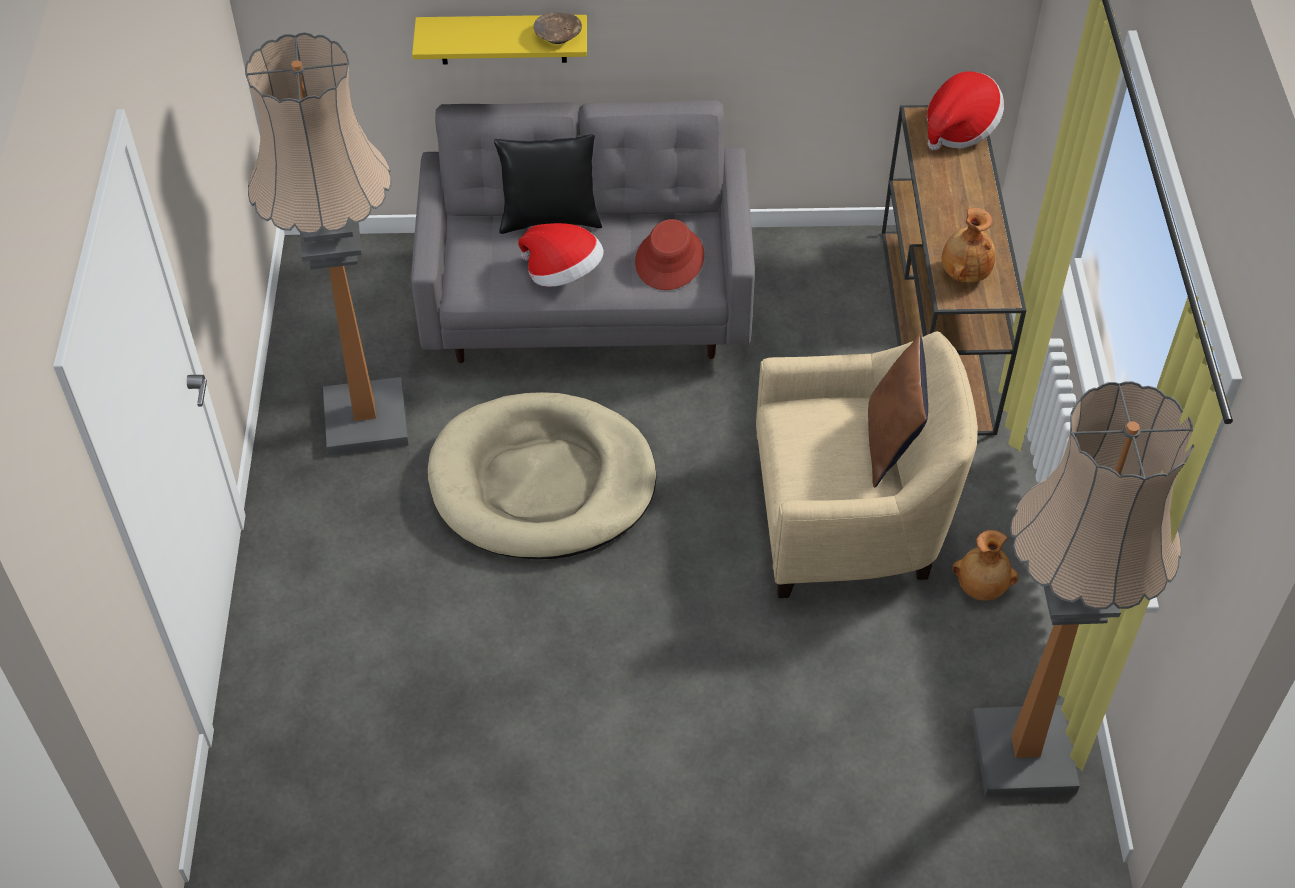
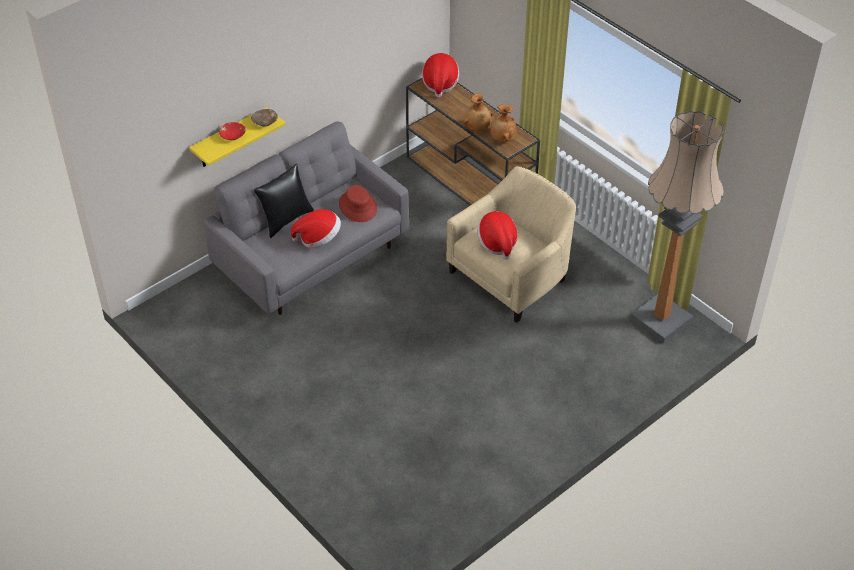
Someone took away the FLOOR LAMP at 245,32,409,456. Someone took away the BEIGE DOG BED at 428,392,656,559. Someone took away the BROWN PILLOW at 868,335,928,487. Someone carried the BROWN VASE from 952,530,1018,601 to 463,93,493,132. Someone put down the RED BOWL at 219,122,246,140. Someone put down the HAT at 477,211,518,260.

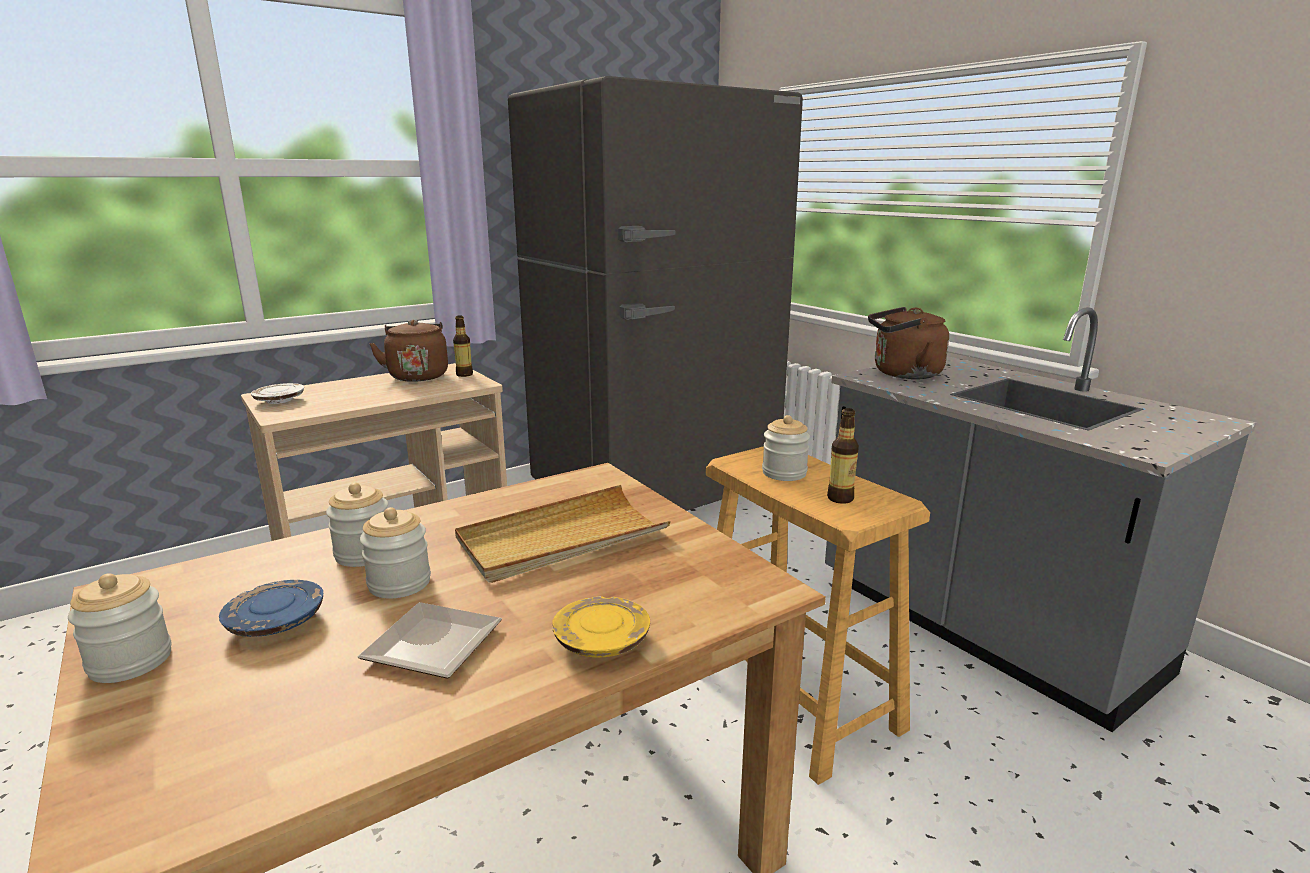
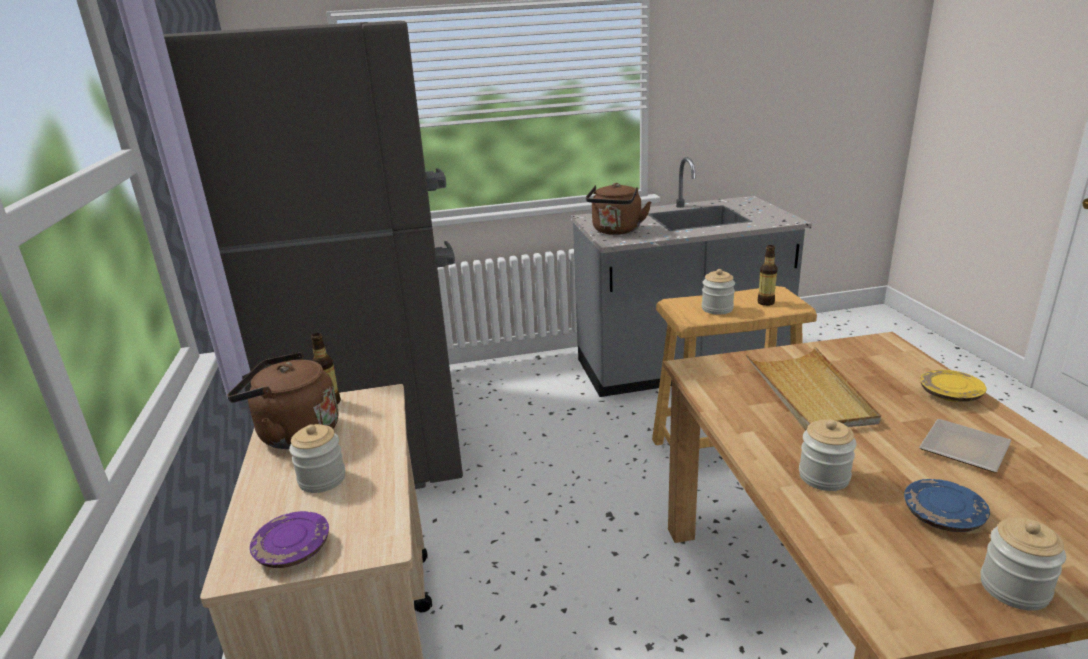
Someone repainted the WHITE PLATE at 251,383,304,404, which became the PURPLE PLATE at 250,511,329,568. Someone carried the JAR from 360,507,431,599 to 289,424,345,493.

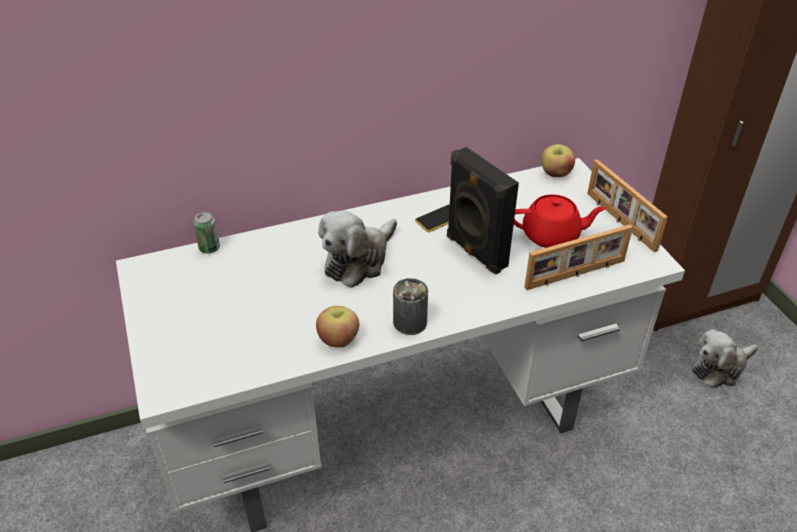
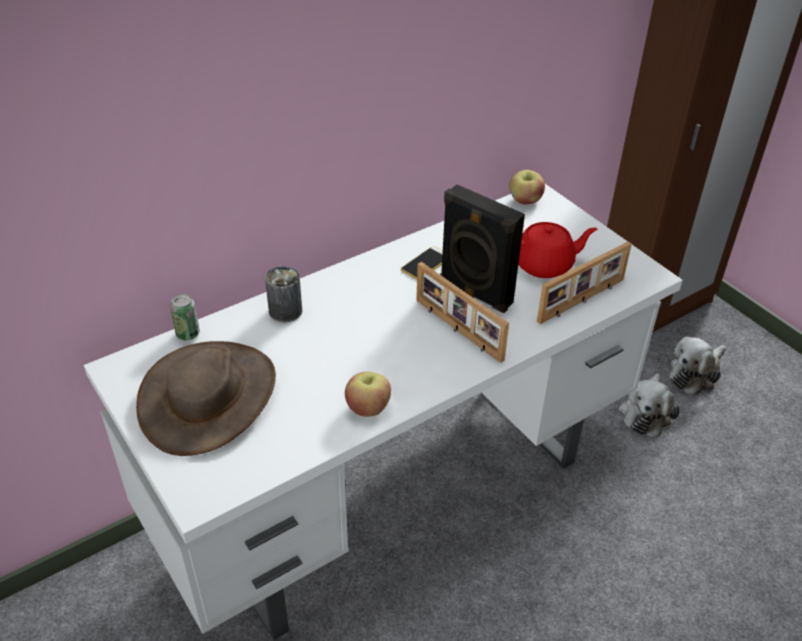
Someone carried the PLUSH TOY from 318,211,397,288 to 619,373,680,438. Someone carried the CAN from 393,278,428,335 to 265,266,302,322. Someone carried the PICTURE FRAME from 587,159,668,252 to 416,262,509,363. Someone put down the BROWN HAT at 136,341,276,456.

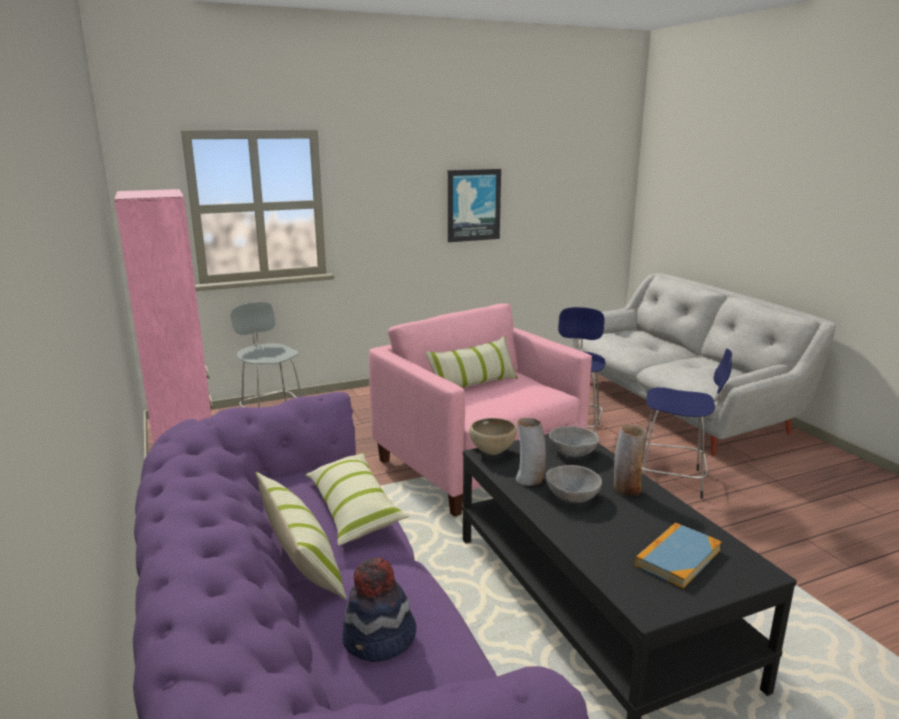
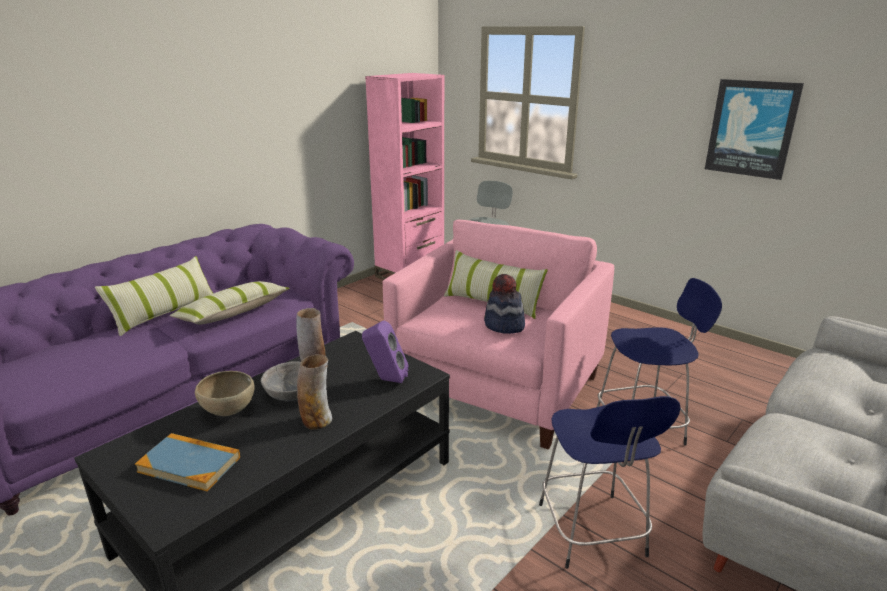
Someone carried the HAT from 342,557,416,662 to 484,274,525,334. Someone carried the BROWN BOWL from 469,418,517,455 to 195,371,255,416. Someone swapped the GREY BOWL at 549,426,599,457 for the PURPLE SPEAKER at 362,320,408,383.

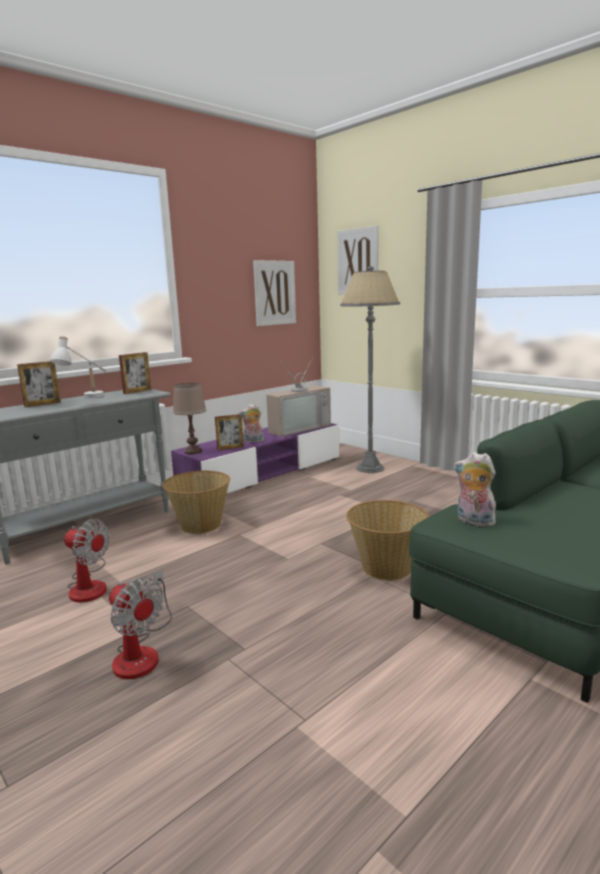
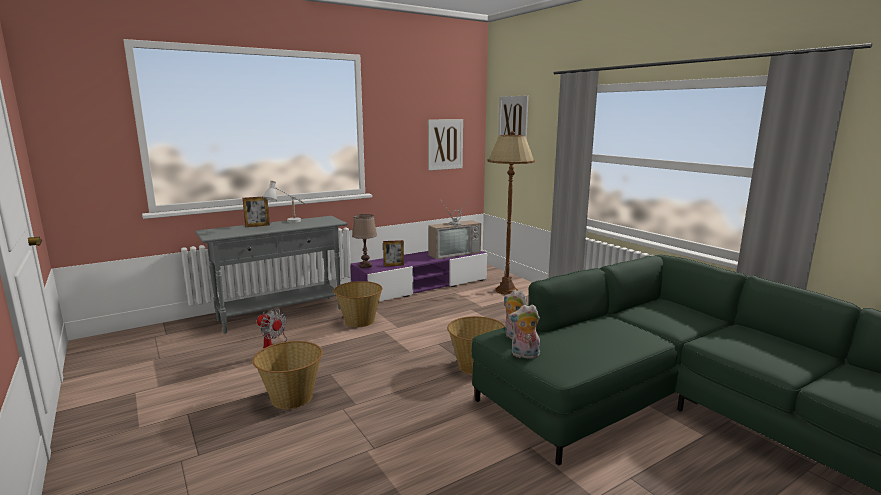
Someone swapped the FAN at 109,569,172,679 for the BASKET at 252,341,323,409. Someone took away the PICTURE FRAME at 119,352,151,394. Someone carried the PLUSH TOY from 239,404,264,443 to 508,304,540,359. Someone repainted the GREY FLOOR LAMP at 340,266,400,473, which became the BROWN FLOOR LAMP at 487,131,535,295.

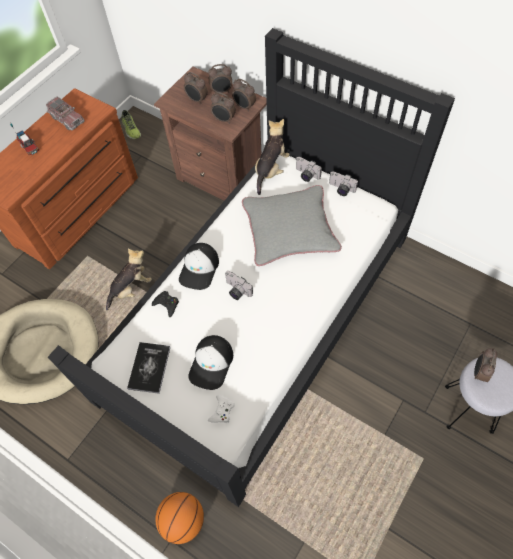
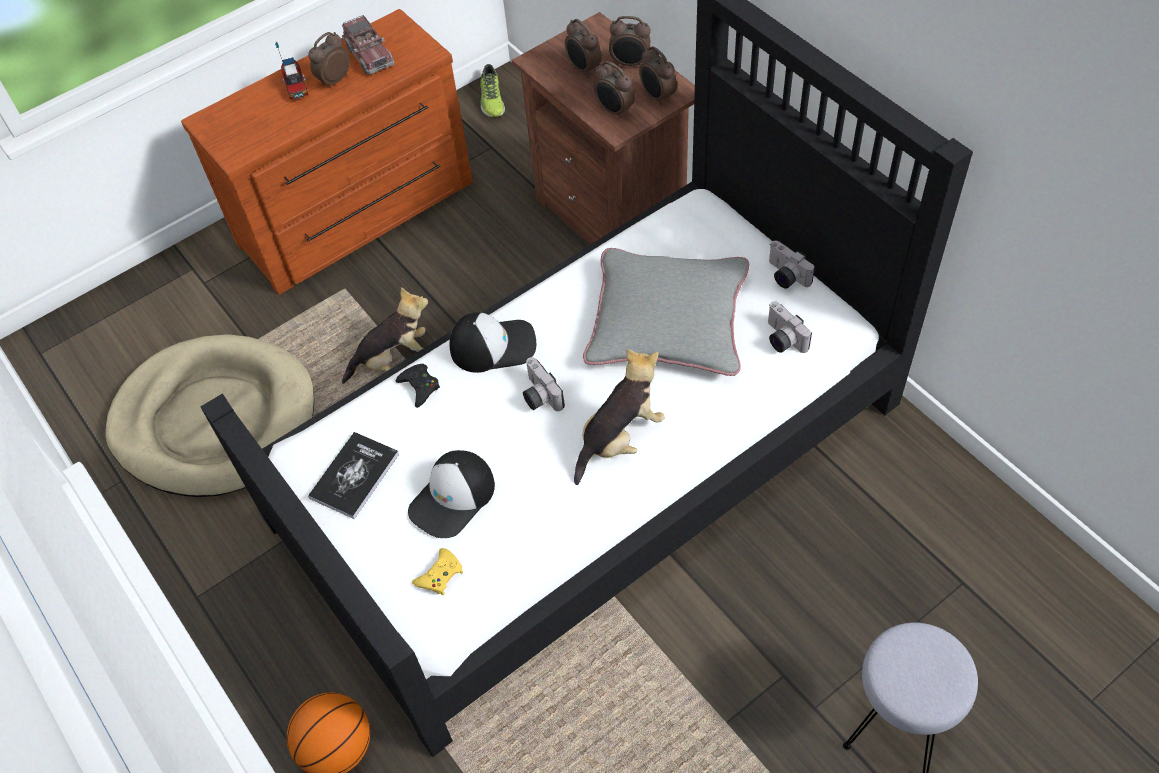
Someone rotated the CAP at 179,243,219,290 by 135 degrees counterclockwise. Someone repainted the WHITE GAME CONTROLLER at 208,395,235,423, which became the YELLOW GAME CONTROLLER at 412,548,463,595. Someone carried the PLUSH TOY from 255,119,290,195 to 574,349,665,485. Someone carried the PHOTO CAMERA from 296,157,322,182 to 768,301,812,353. Someone carried the ALARM CLOCK from 474,348,498,382 to 308,32,350,88.

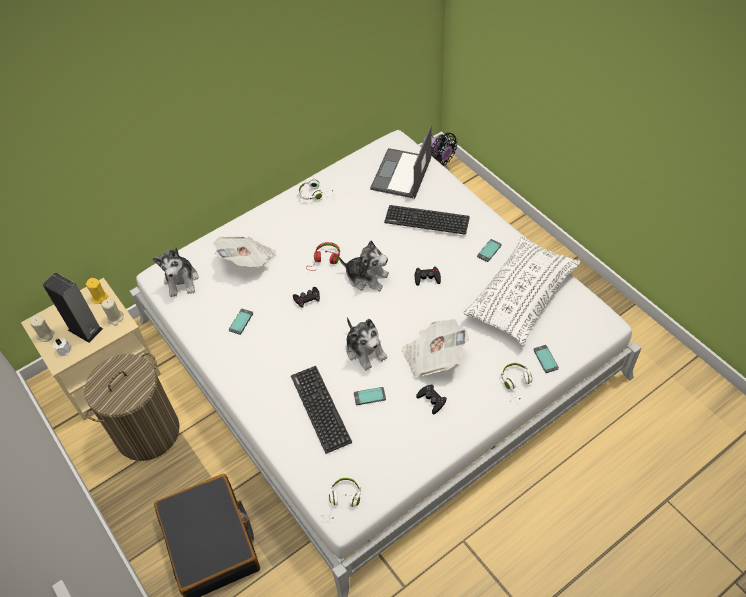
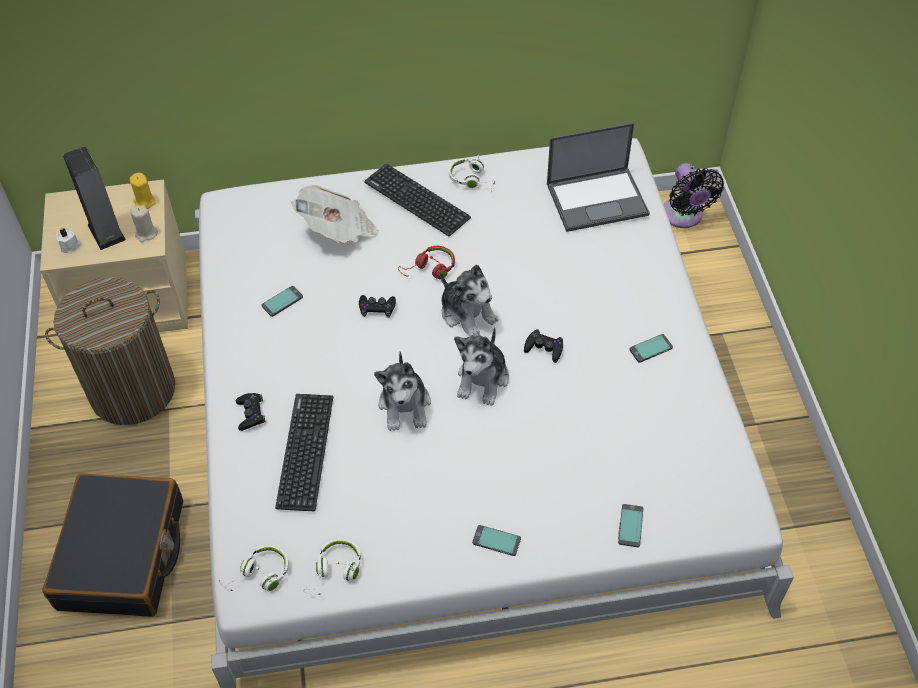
Someone took away the BEIGE CANDLE at 30,316,55,342. Someone carried the PLUSH TOY from 152,246,198,297 to 454,327,509,406. Someone carried the PHONE from 354,387,386,405 to 472,525,521,556. Someone rotated the LAPTOP at 370,126,432,199 by 150 degrees counterclockwise. Someone carried the KEYBOARD from 384,205,470,234 to 364,164,471,236. Someone took away the NEWSPAPER at 402,319,469,376. Someone carried the BLACK GAME CONTROLLER from 416,384,447,414 to 236,393,266,431. Someone took away the WHITE PILLOW at 463,235,580,345. Someone carried the WHITE HEADPHONES from 501,362,532,402 to 303,539,361,595.

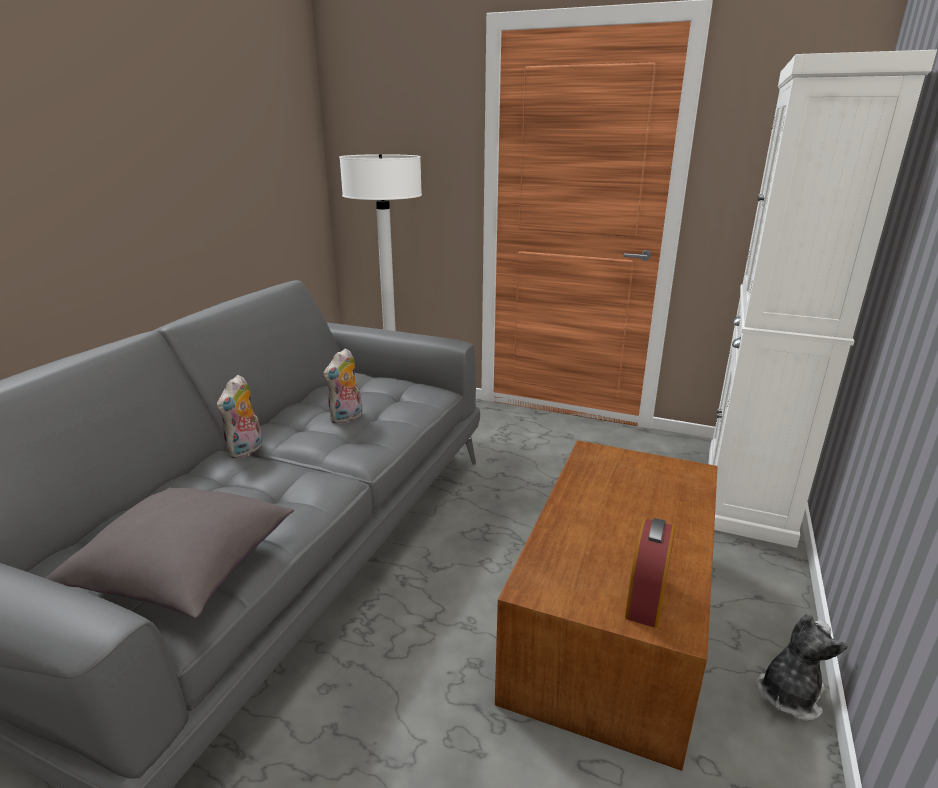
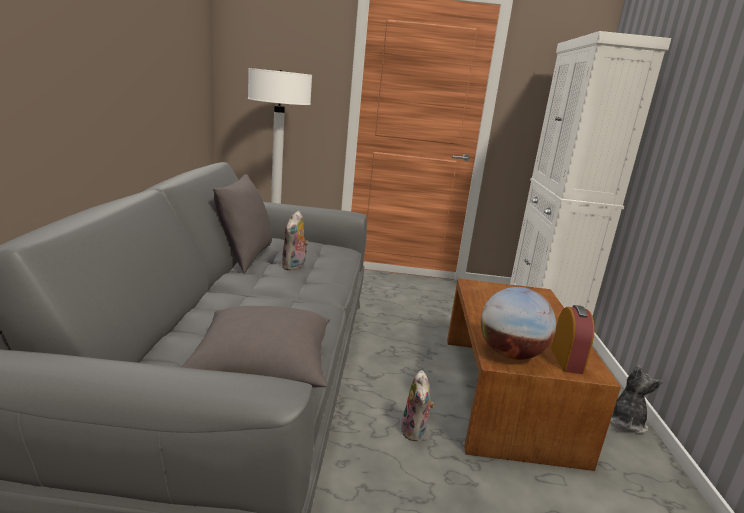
Someone carried the PLUSH TOY from 217,375,263,458 to 400,370,435,441. Someone put down the GREY PILLOW at 213,174,272,273. Someone put down the GLOBE at 481,287,556,360.

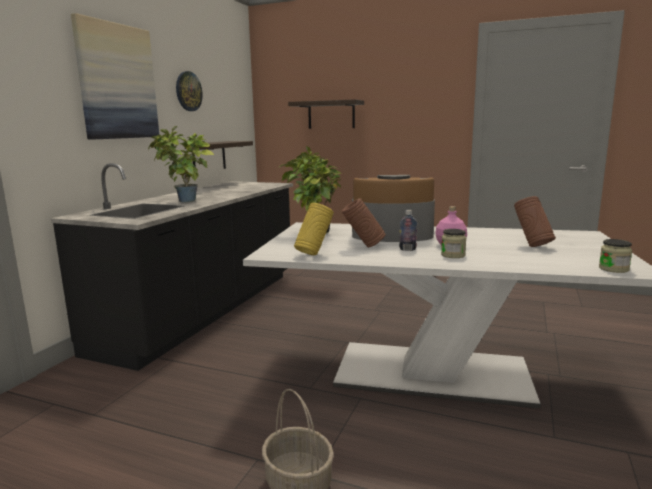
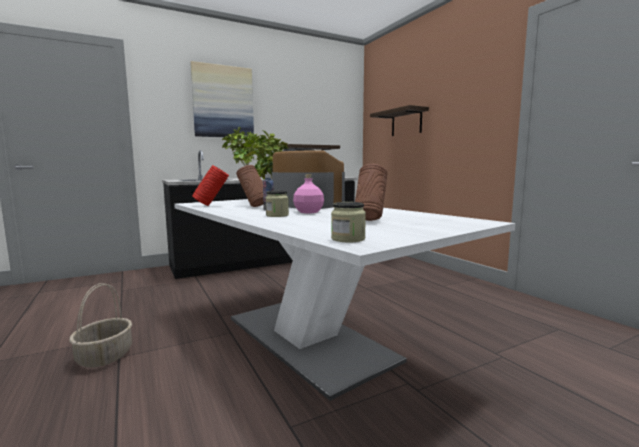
Someone took away the WALL CLOCK at 176,71,203,111. Someone repainted the YELLOW VASE at 294,203,334,255, which became the RED VASE at 192,165,229,206.

